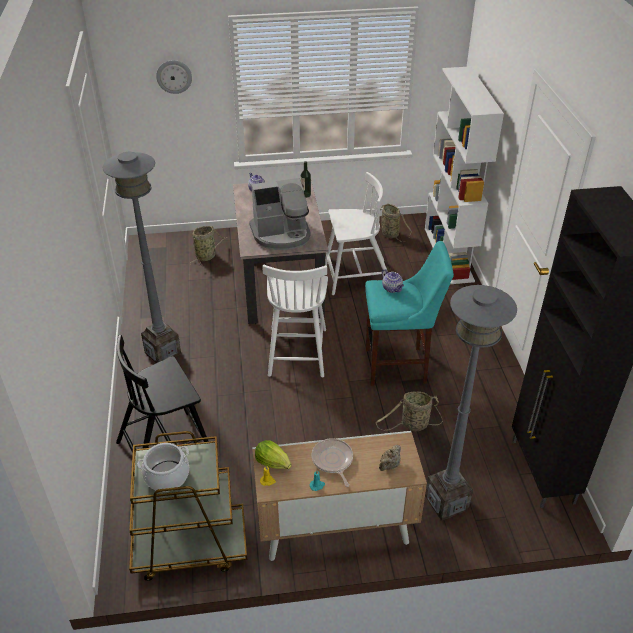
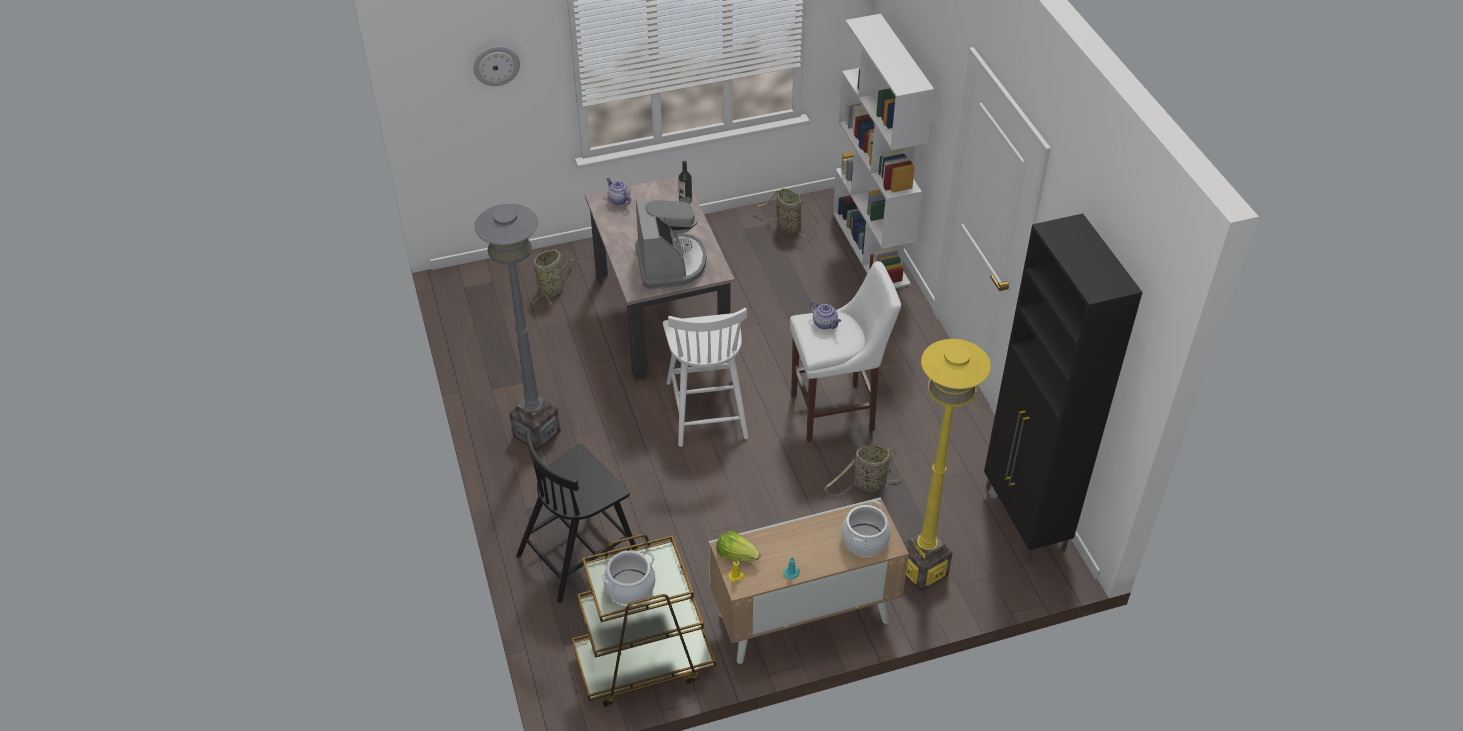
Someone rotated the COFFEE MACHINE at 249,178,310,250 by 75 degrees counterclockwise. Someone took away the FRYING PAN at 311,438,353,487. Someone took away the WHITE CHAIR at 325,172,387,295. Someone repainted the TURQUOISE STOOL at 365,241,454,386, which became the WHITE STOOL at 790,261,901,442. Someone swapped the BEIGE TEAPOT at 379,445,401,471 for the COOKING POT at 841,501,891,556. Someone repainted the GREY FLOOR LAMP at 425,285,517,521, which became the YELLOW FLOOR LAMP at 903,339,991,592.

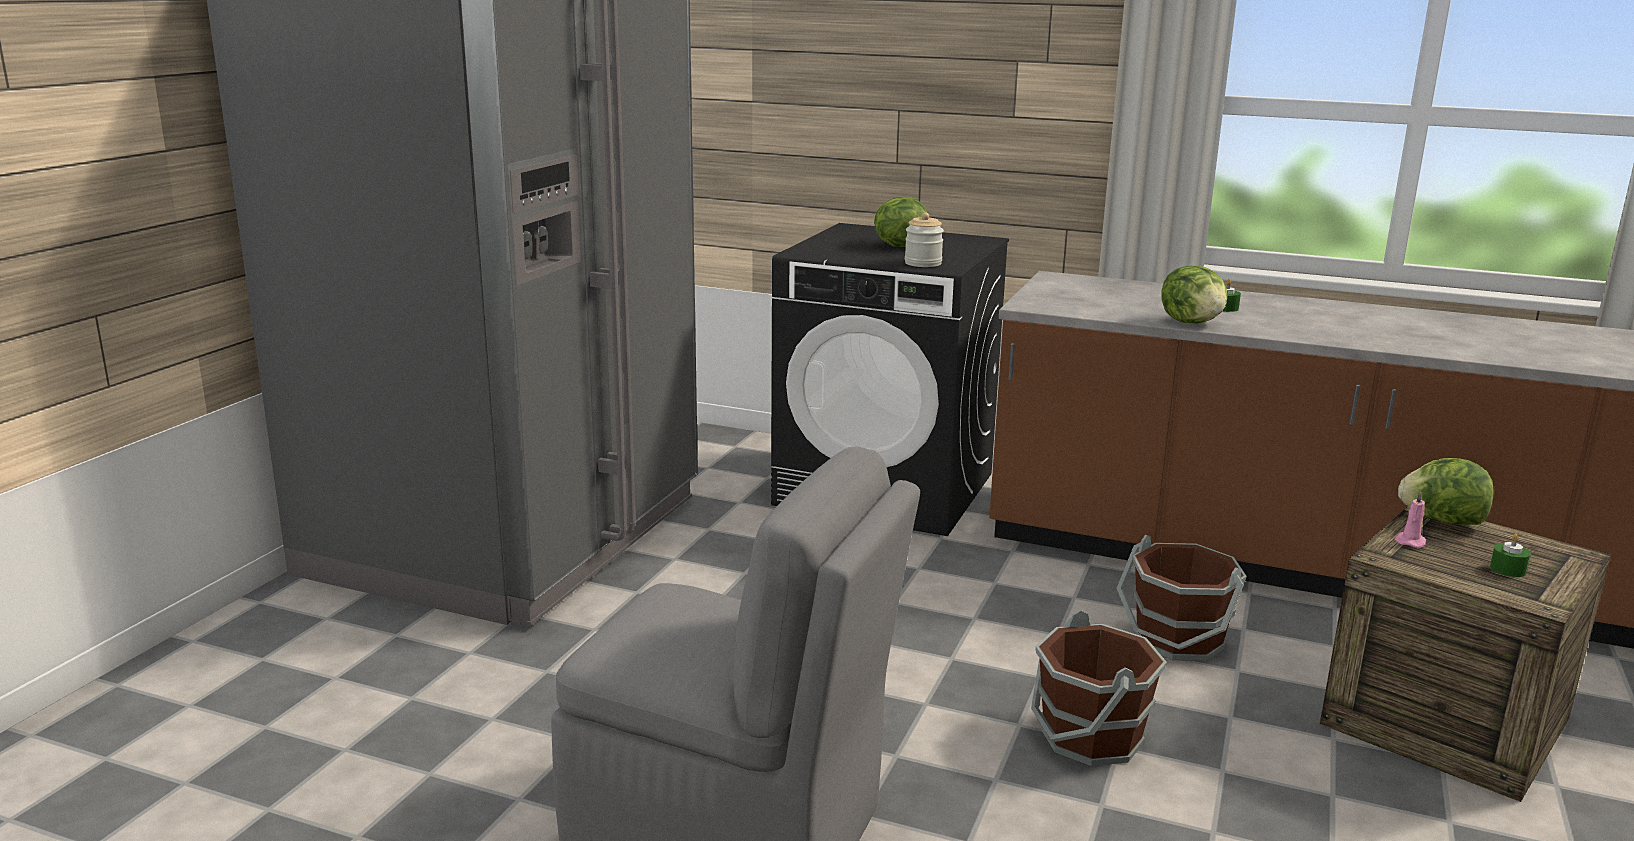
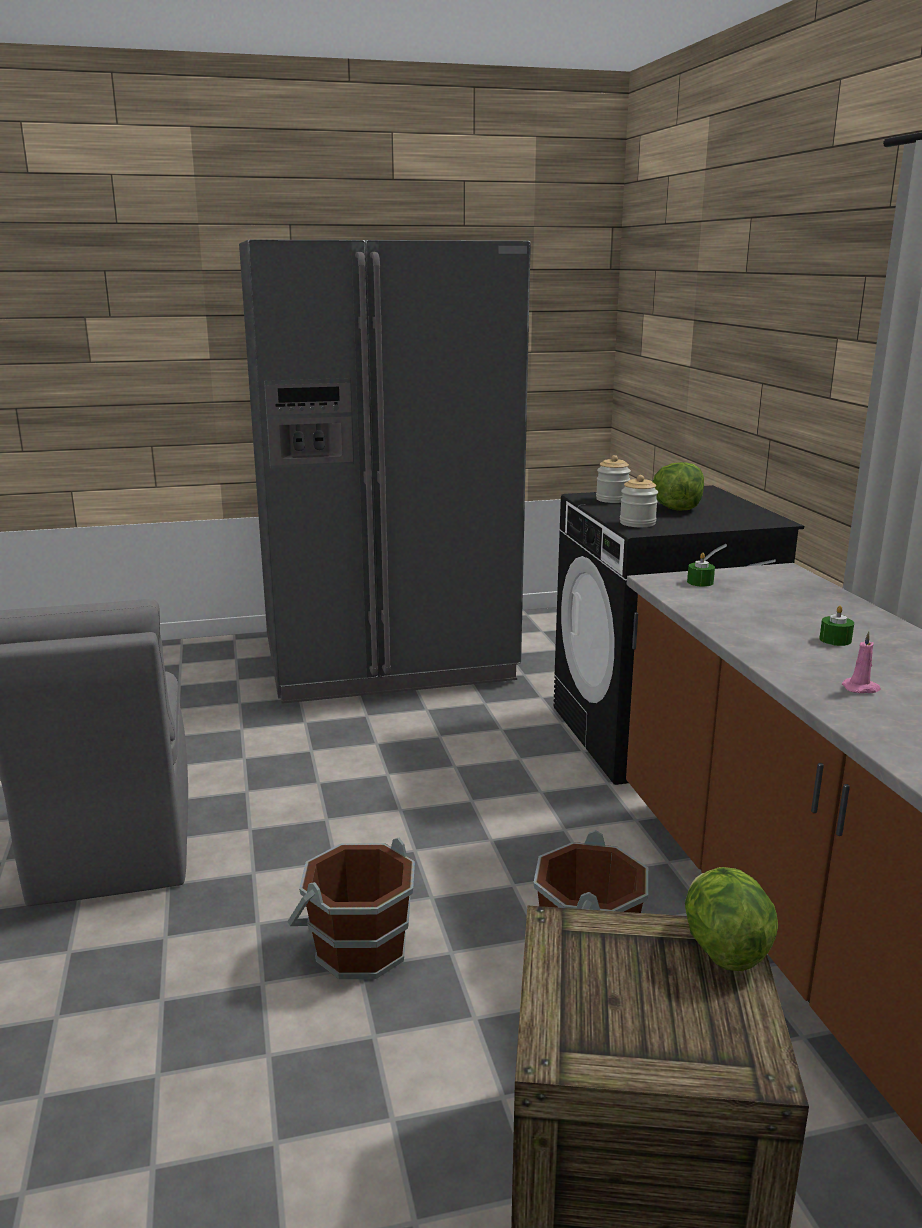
Someone took away the LETTUCE at 1161,265,1227,324. Someone carried the PINK CANDLE from 1395,491,1426,548 to 842,631,881,693. Someone carried the GREEN CANDLE from 1490,534,1531,577 to 687,553,715,587. Someone put down the JAR at 596,455,631,503.

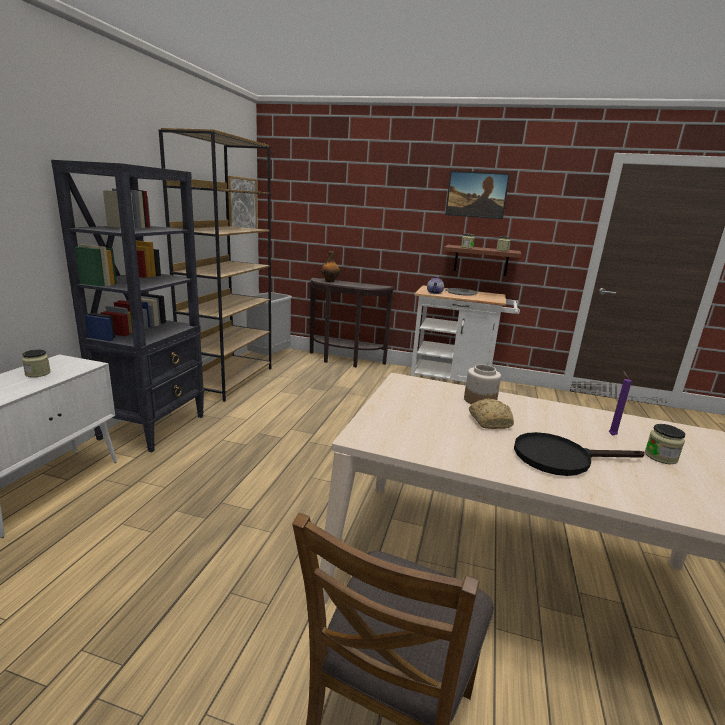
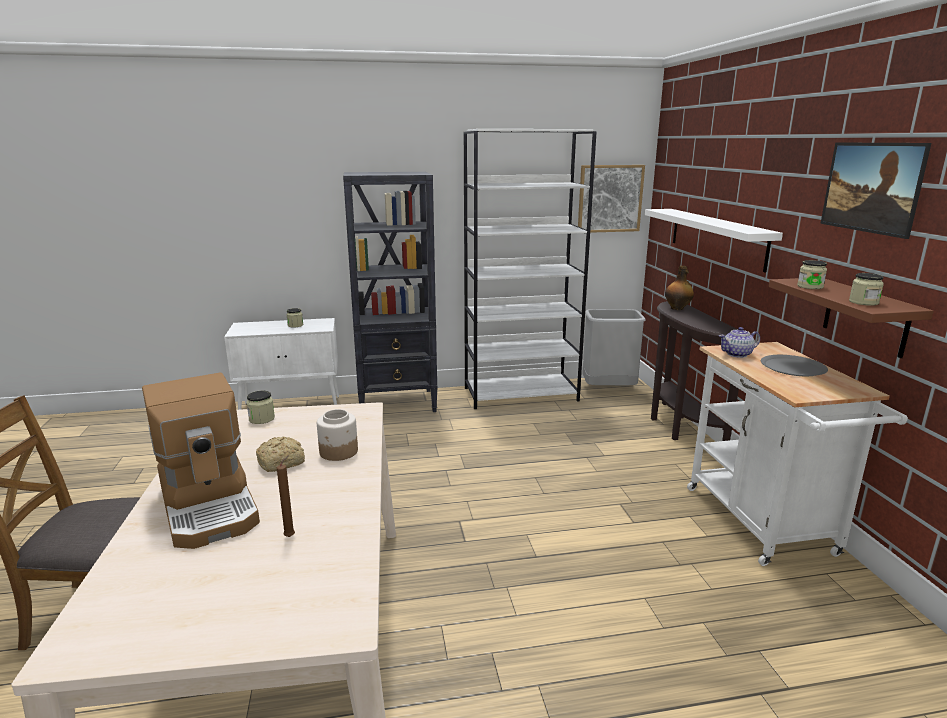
Someone repainted the BROWN BOOKCASE at 159,128,271,402, which became the WHITE BOOKCASE at 464,129,597,409. Someone swapped the BLACK FRYING PAN at 514,432,645,476 for the COFFEE MACHINE at 142,373,260,549. Someone repainted the PURPLE CANDLE at 609,371,632,436, which became the BROWN CANDLE at 277,455,295,537. Someone carried the JAR from 645,424,686,464 to 246,391,275,424. Someone put up the WHITE SHELF at 645,209,783,272.

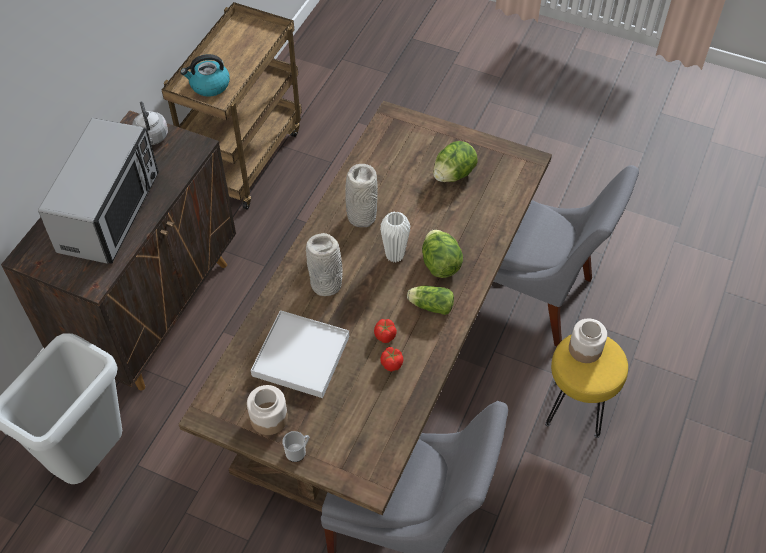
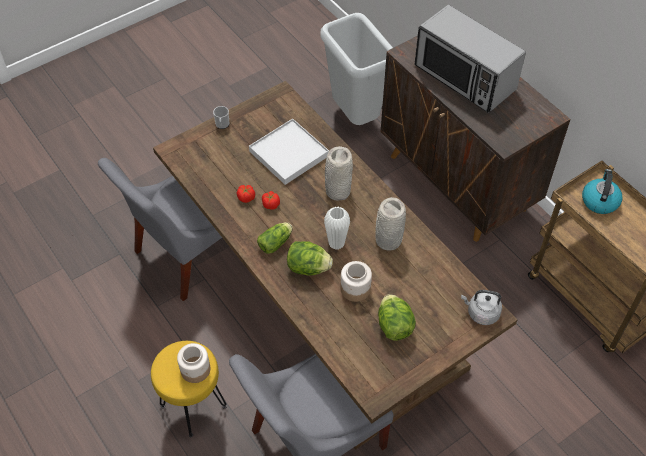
Someone carried the GREY KETTLE from 132,101,168,145 to 461,290,502,325. Someone carried the JAR from 247,385,288,435 to 340,261,372,302.

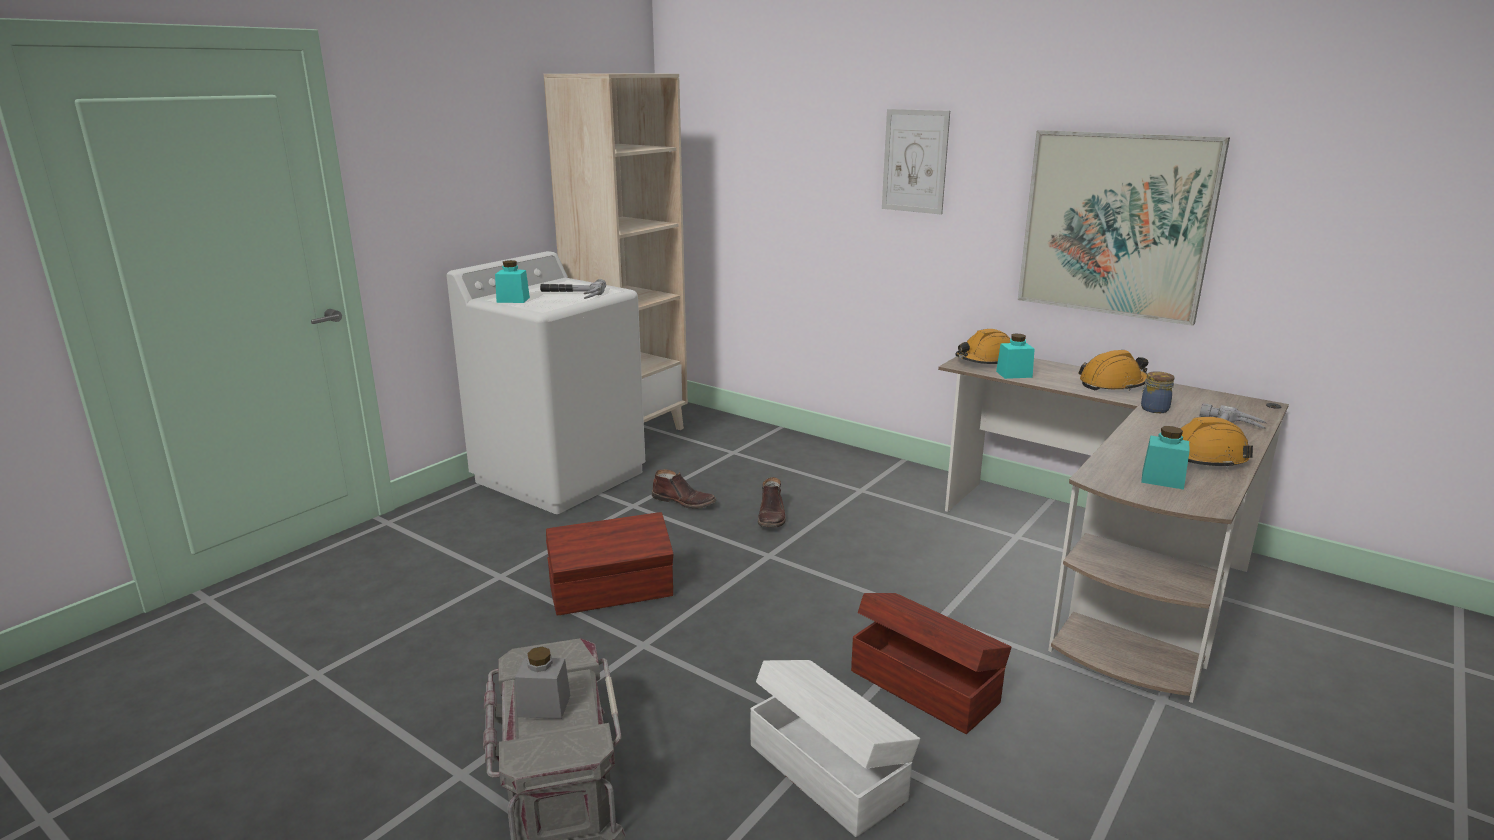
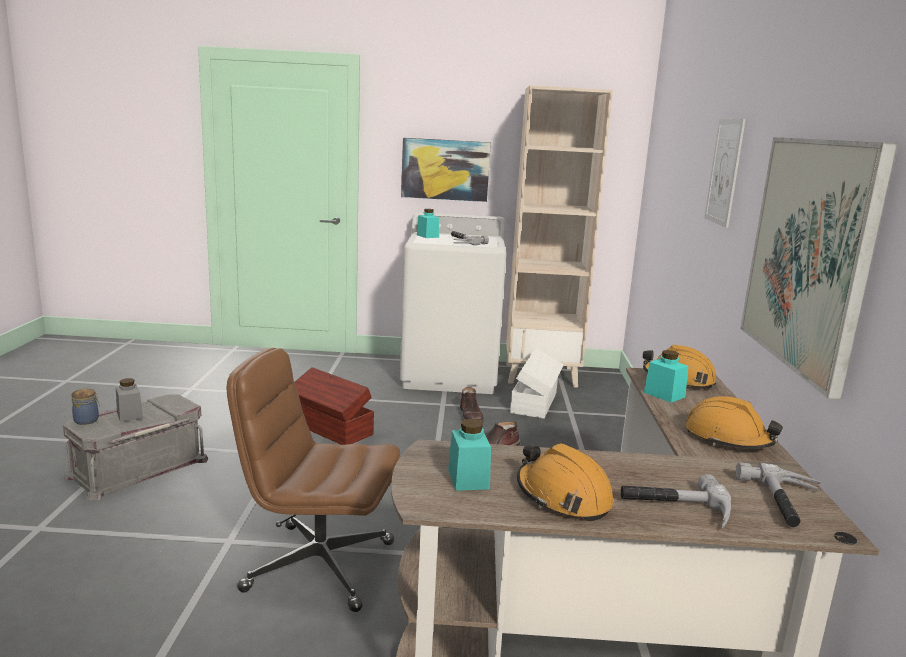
Someone carried the WHITE STORAGE BOX from 751,660,920,837 to 510,348,564,419. Someone swapped the BROWN STORAGE BOX at 851,593,1011,734 for the BROWN OFFICE CHAIR at 227,348,400,612. Someone carried the JAR from 1141,371,1174,413 to 71,389,100,425. Someone put up the PICTURE at 401,138,491,202. Someone put down the HAMMER at 736,462,821,527.

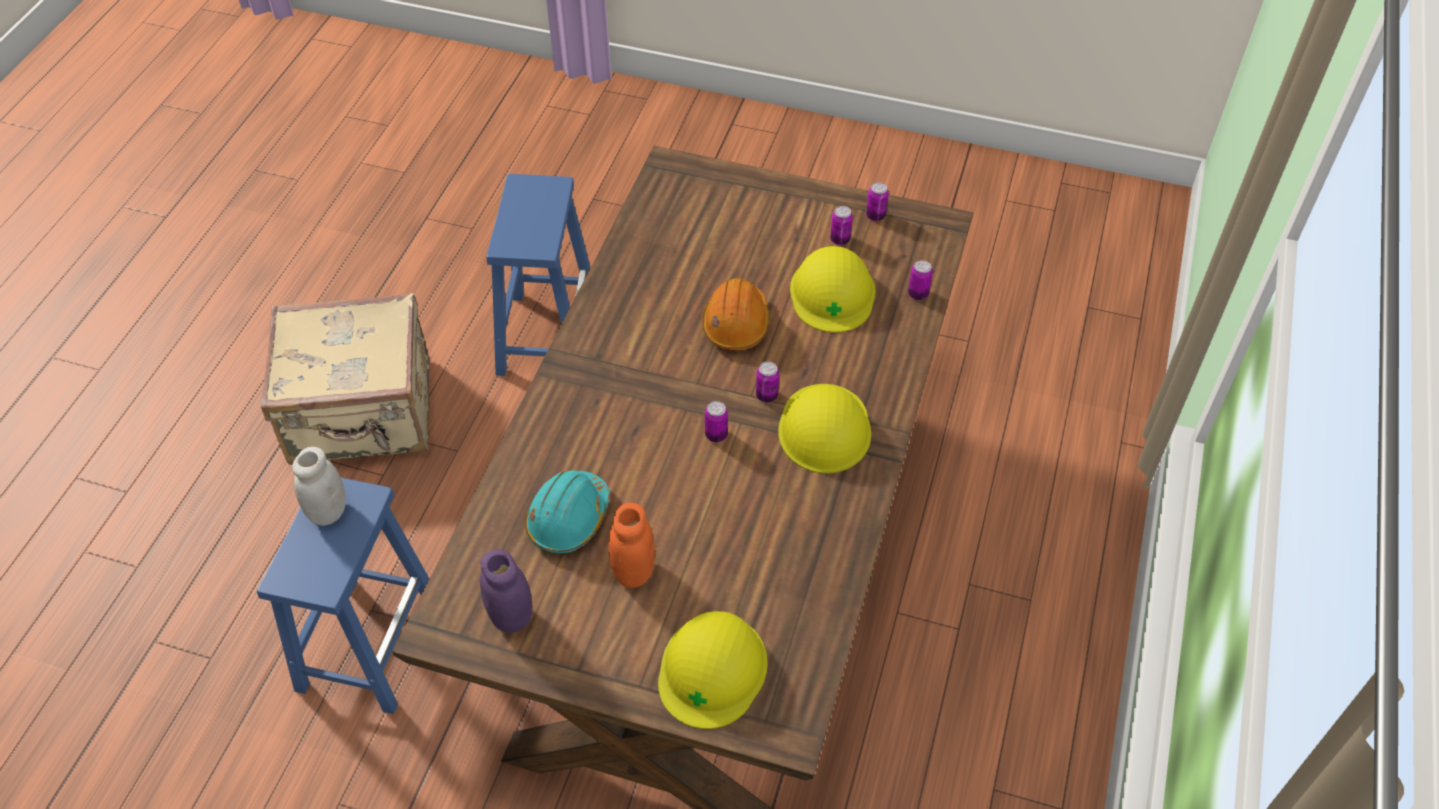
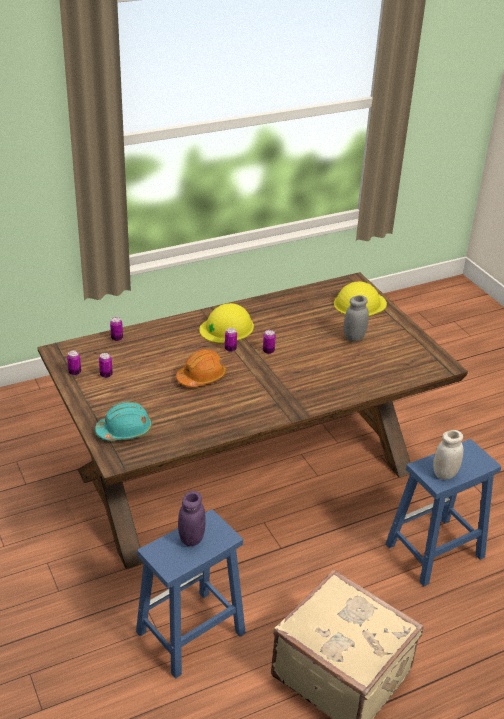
Someone carried the PURPLE JAR from 480,549,533,633 to 178,491,206,546. Someone carried the TURQUOISE HARD HAT from 525,470,610,553 to 95,402,152,441. Someone repainted the ORANGE JAR at 608,503,655,588, which became the GREY JAR at 343,295,369,342. Someone took away the YELLOW HARD HAT at 790,246,875,333.

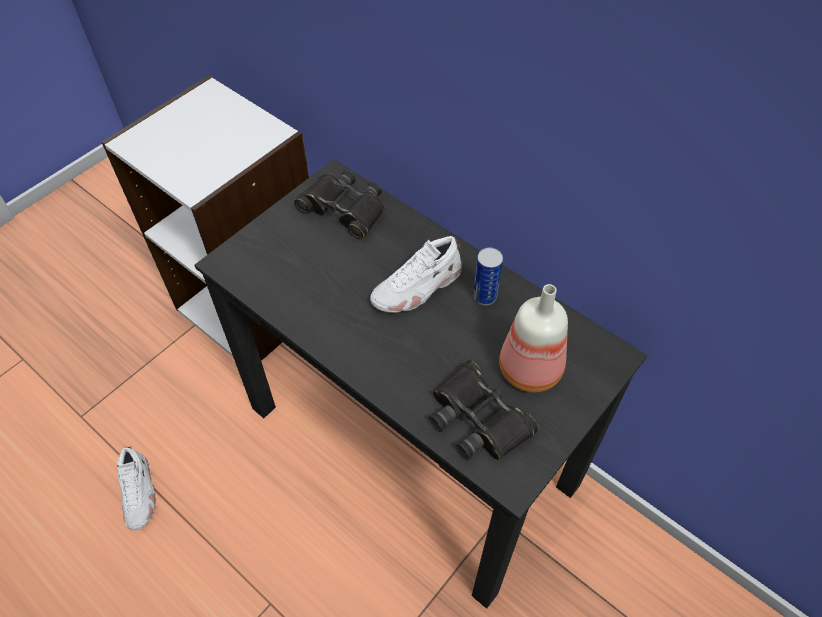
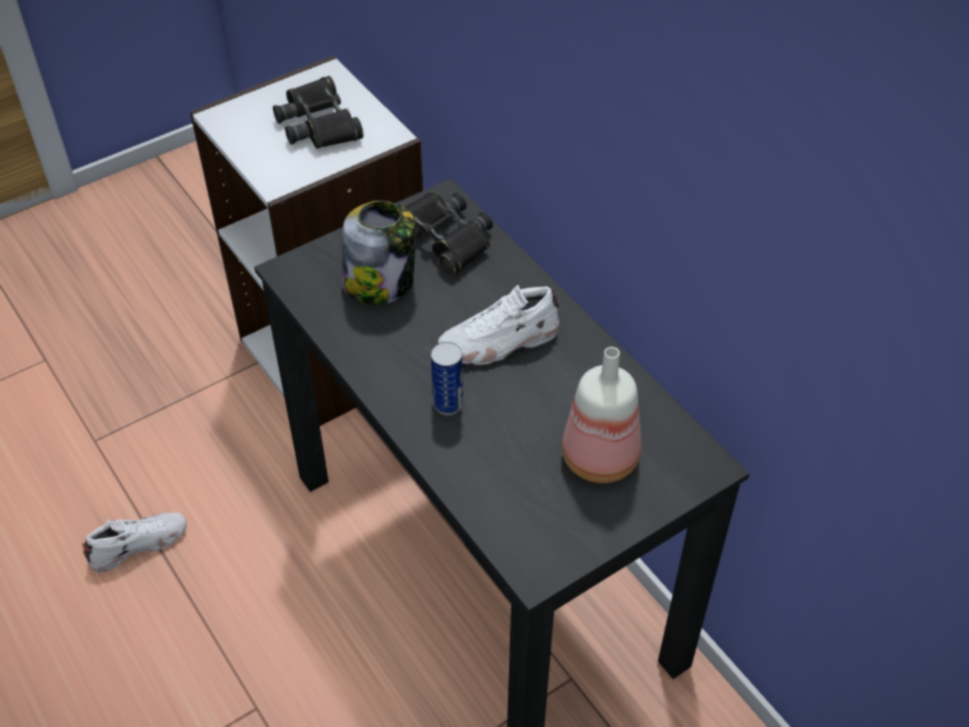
Someone rotated the WHITE SHOE at 117,446,156,530 by 120 degrees counterclockwise. Someone carried the BLACK BINOCULARS from 429,360,539,460 to 273,76,364,149. Someone carried the CAN from 473,248,503,306 to 431,342,463,415. Someone put down the JAR at 342,200,416,305.

